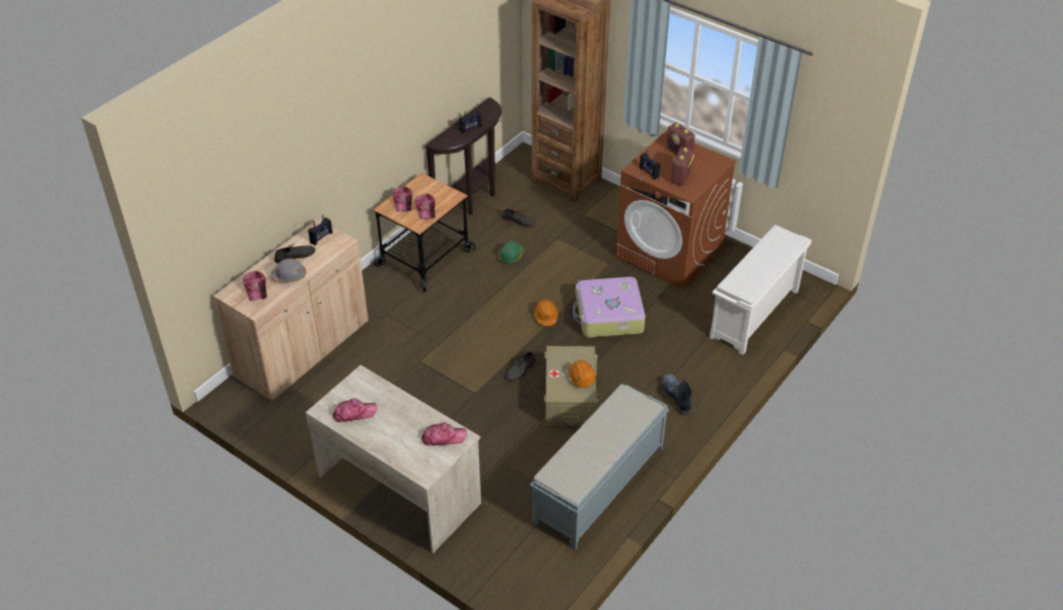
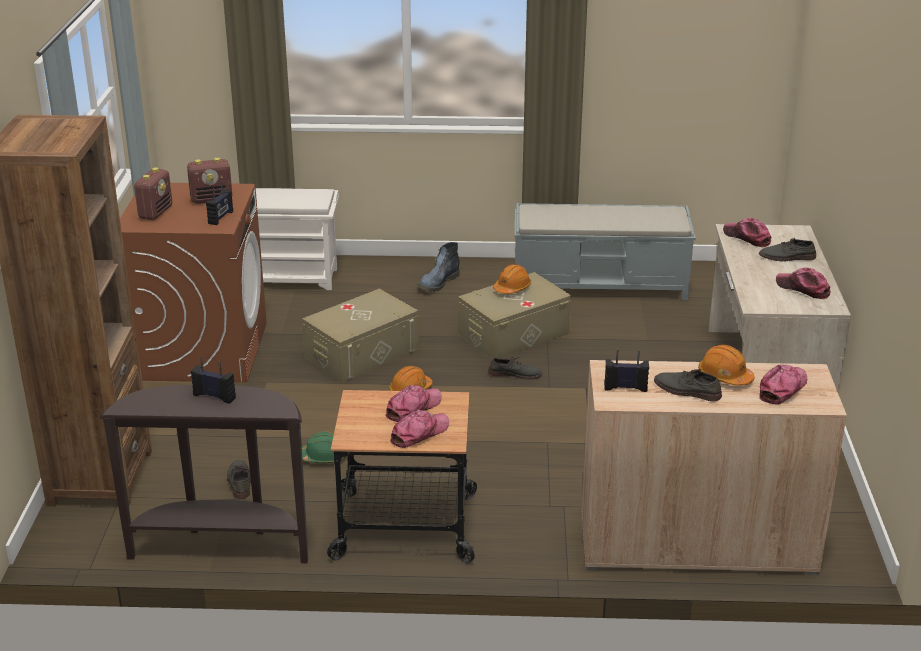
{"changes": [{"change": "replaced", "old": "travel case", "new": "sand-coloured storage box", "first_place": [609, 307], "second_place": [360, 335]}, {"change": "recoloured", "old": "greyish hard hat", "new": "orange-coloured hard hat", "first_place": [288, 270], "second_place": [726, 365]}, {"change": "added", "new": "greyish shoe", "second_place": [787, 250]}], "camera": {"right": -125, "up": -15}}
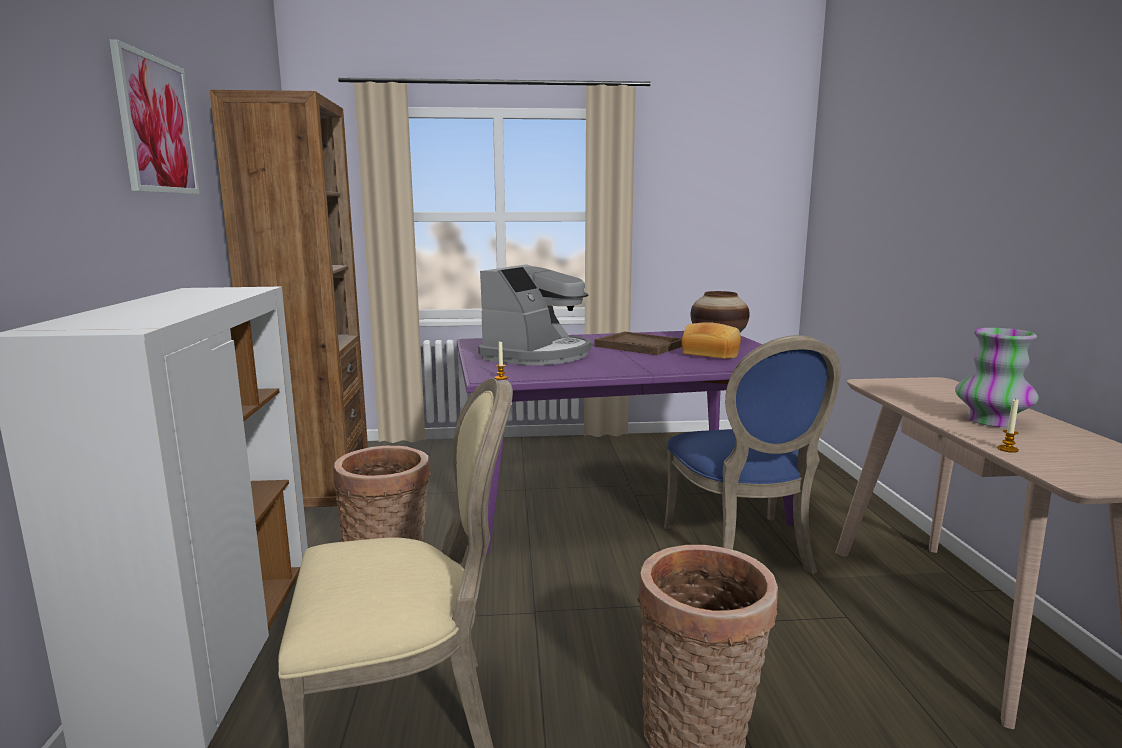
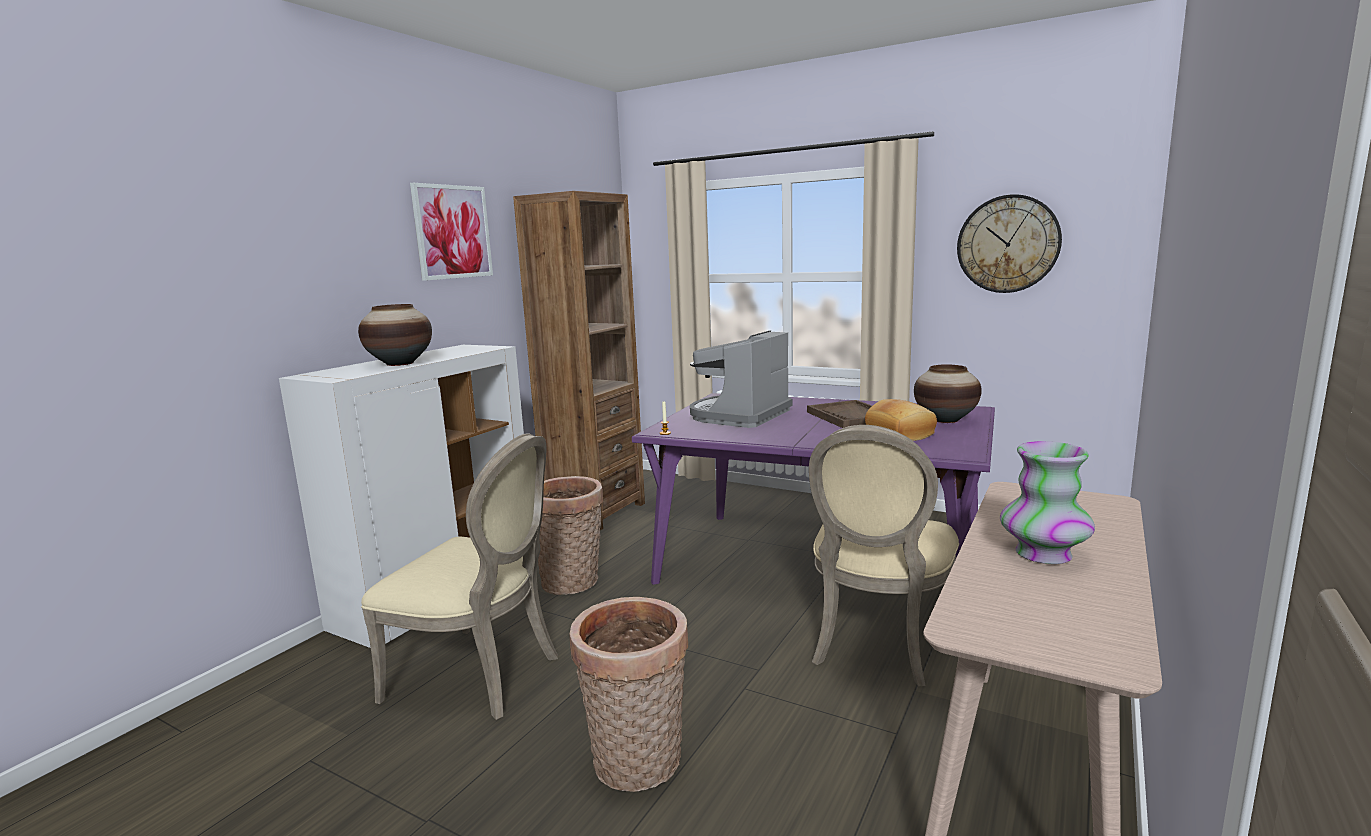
{"changes": [{"change": "added", "new": "decorative vase", "second_place": [395, 335]}, {"change": "turned", "old": "coffee maker", "first_place": [534, 314], "second_place": [741, 379], "degrees": 150}, {"change": "recoloured", "old": "bluish chair", "new": "sand-coloured chair", "first_place": [752, 454], "second_place": [884, 556]}, {"change": "added", "new": "wall clock", "second_place": [1009, 243]}, {"change": "removed", "old": "wax light", "first_place": [1008, 426]}], "camera": {"right": 35, "up": 0}}
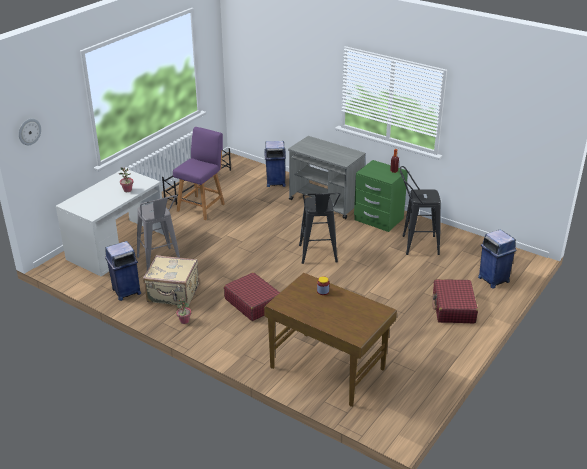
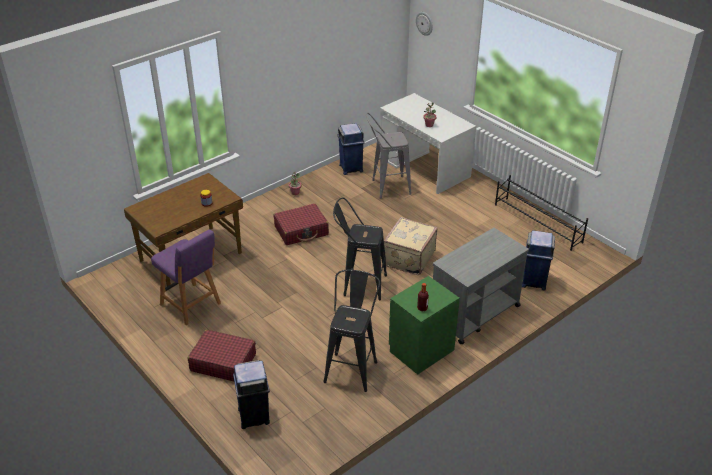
{"changes": [{"change": "moved", "old": "purplish chair", "first_place": [199, 173], "second_place": [186, 277]}, {"change": "moved", "old": "sand-coloured travel case", "first_place": [171, 280], "second_place": [411, 246]}], "camera": {"right": 105, "up": 5}}
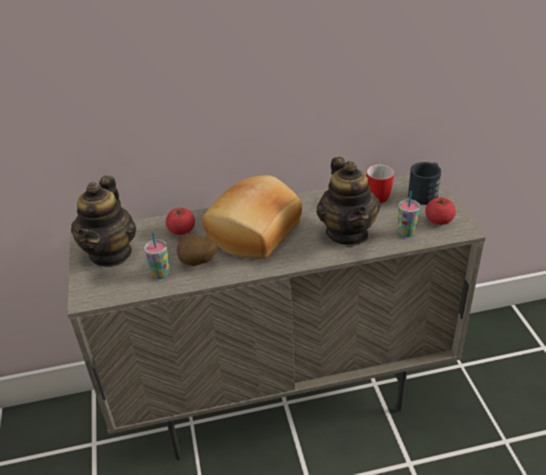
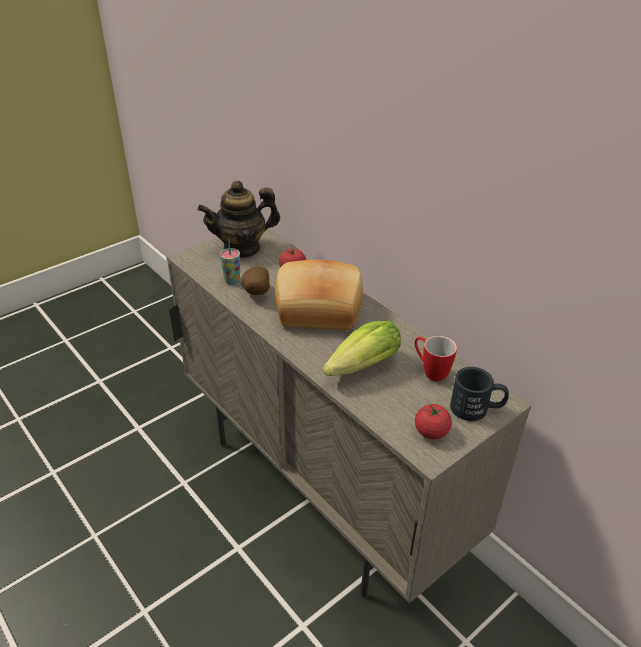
{"changes": [{"change": "replaced", "old": "pot for tea", "new": "head of lettuce", "first_place": [348, 201], "second_place": [362, 348]}, {"change": "removed", "old": "drinking cup", "first_place": [409, 214]}], "camera": {"right": 60, "up": 0}}
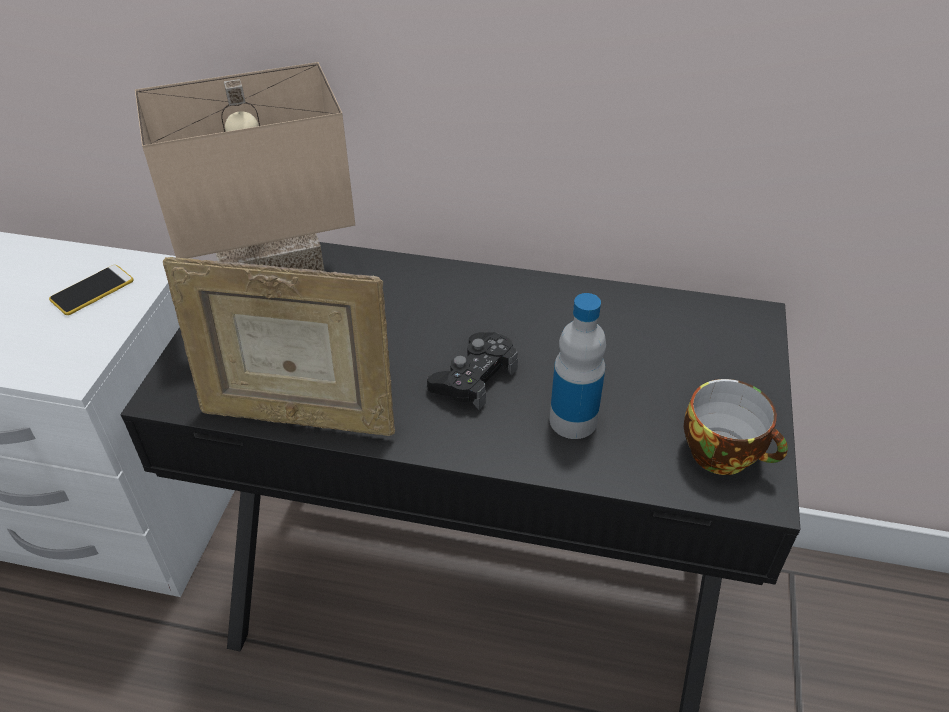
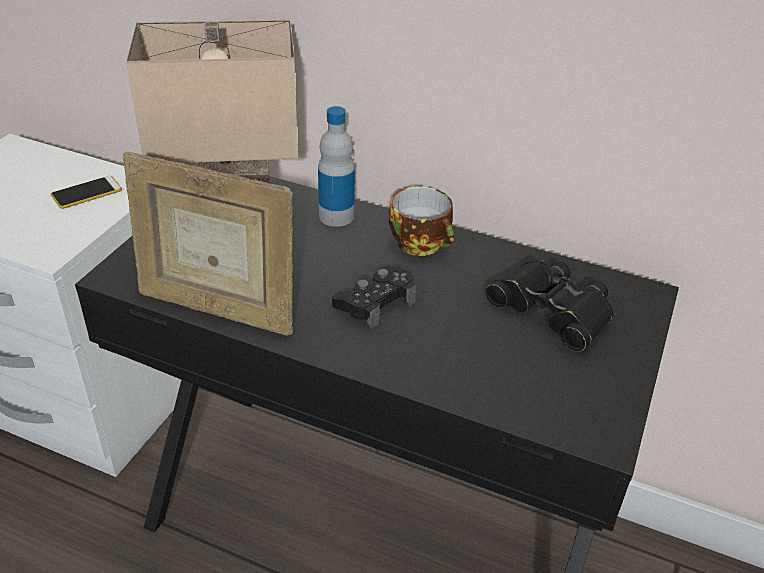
{"changes": [{"change": "moved", "old": "beverage bottle", "first_place": [578, 366], "second_place": [336, 166]}, {"change": "moved", "old": "drinking cup", "first_place": [736, 427], "second_place": [421, 221]}, {"change": "added", "new": "black pair of binoculars", "second_place": [550, 306]}], "camera": {"right": 10, "up": -5}}
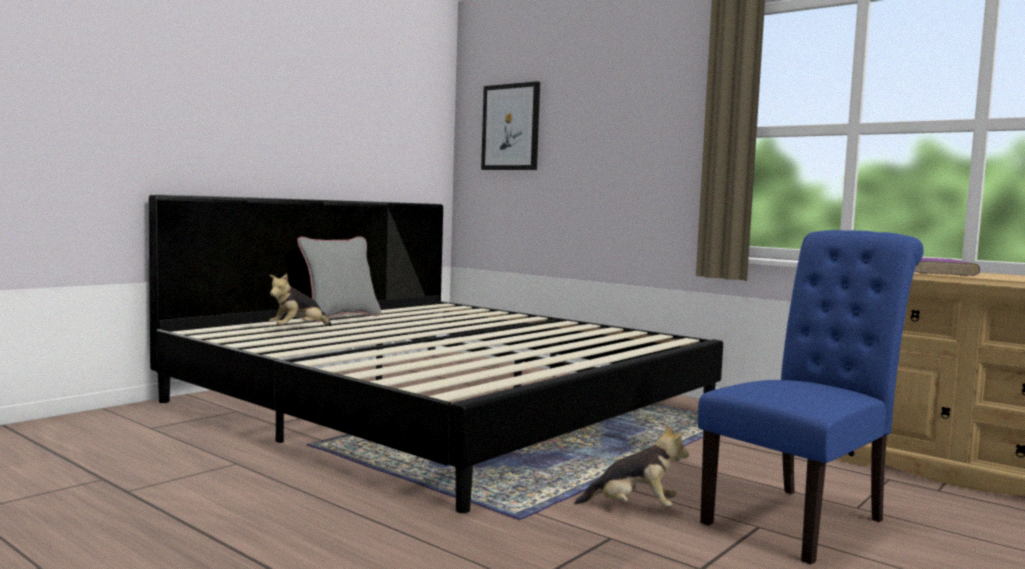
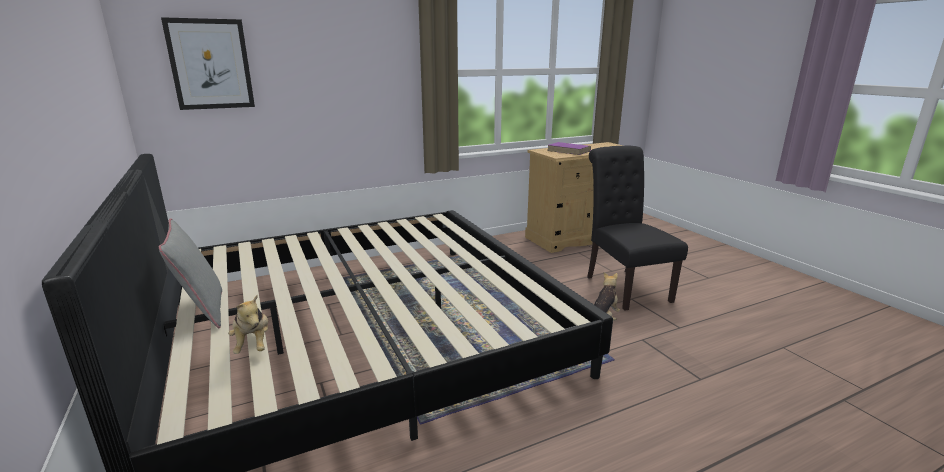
{"changes": [{"change": "recoloured", "old": "bluish chair", "new": "black chair", "first_place": [811, 397], "second_place": [637, 228]}], "camera": {"right": -65, "up": 15}}
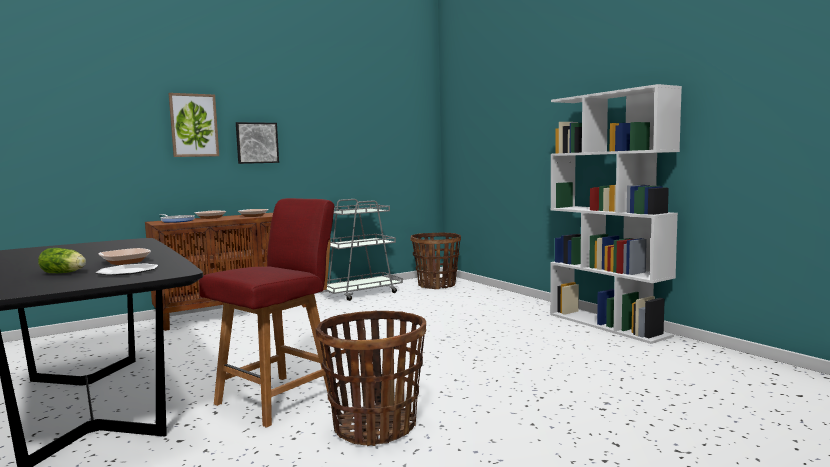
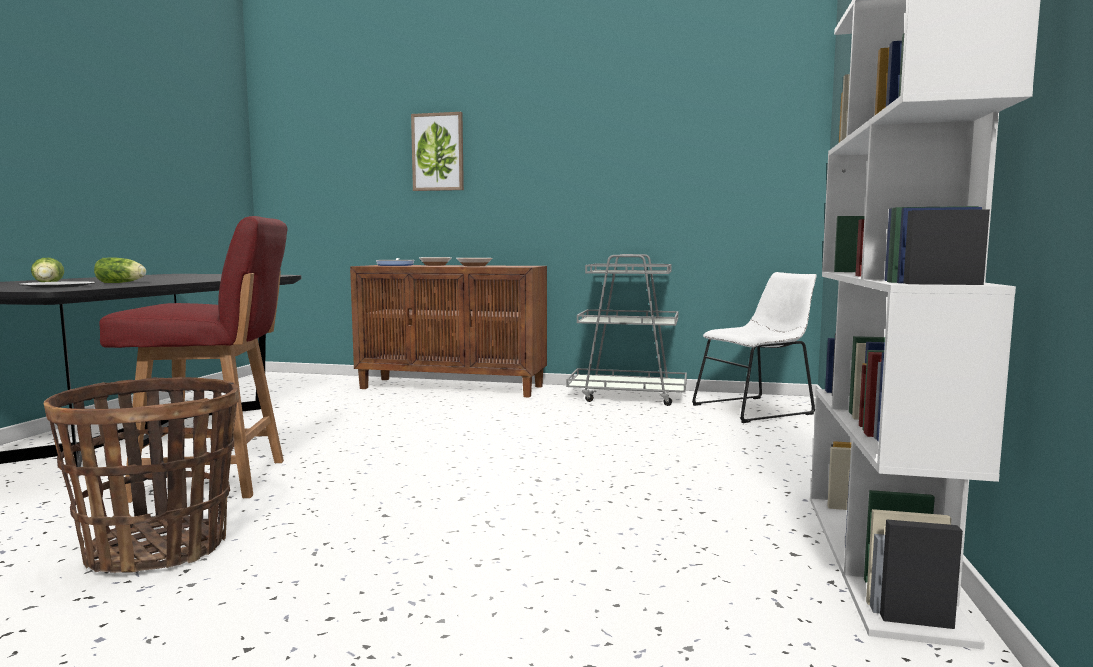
{"changes": [{"change": "replaced", "old": "deep dish", "new": "head of lettuce", "first_place": [125, 256], "second_place": [120, 270]}, {"change": "replaced", "old": "basket", "new": "white chair", "first_place": [435, 261], "second_place": [754, 347]}, {"change": "removed", "old": "wall picture", "first_place": [257, 143]}], "camera": {"right": 45, "up": 0}}
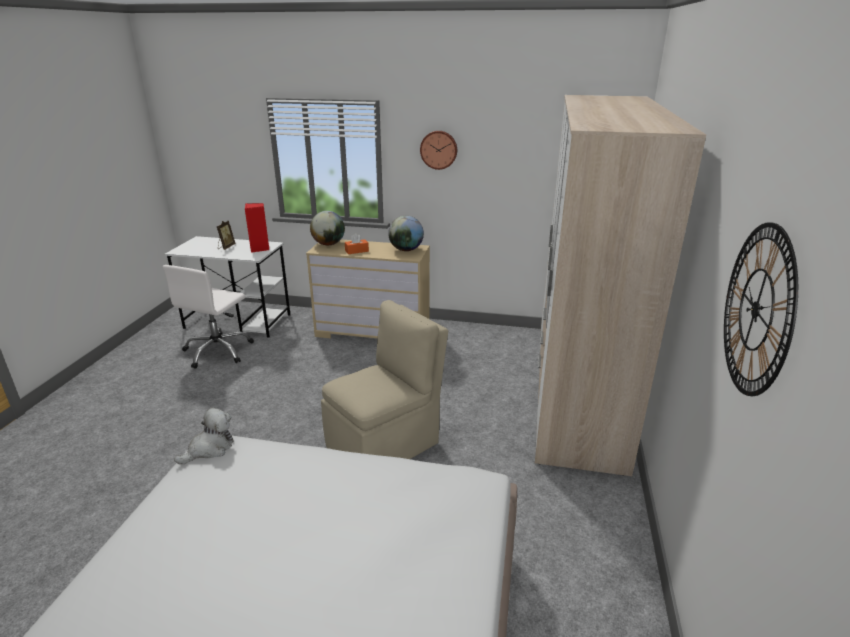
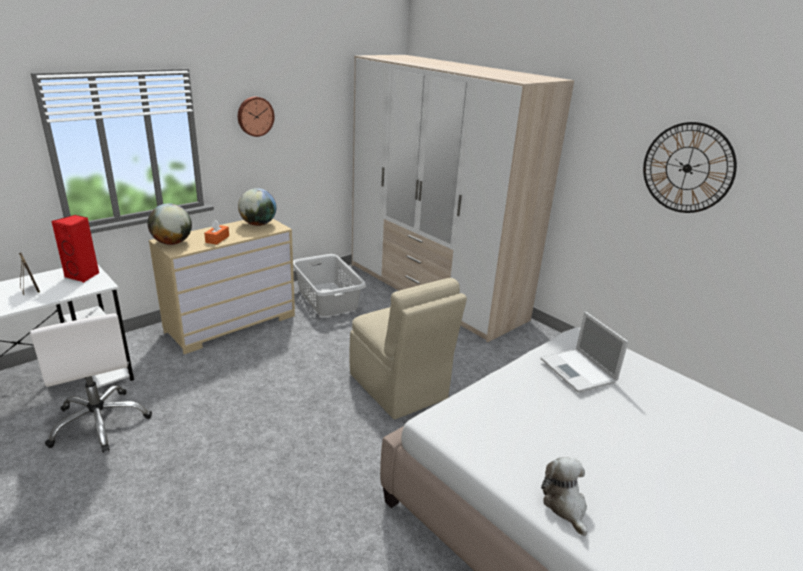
{"changes": [{"change": "added", "new": "greyish washing basket", "second_place": [329, 285]}, {"change": "turned", "old": "sand-coloured chair", "first_place": [384, 379], "second_place": [408, 348], "degrees": 150}, {"change": "added", "new": "notebook computer", "second_place": [584, 352]}, {"change": "moved", "old": "plush toy", "first_place": [203, 435], "second_place": [564, 496]}], "camera": {"right": -55, "up": 0}}
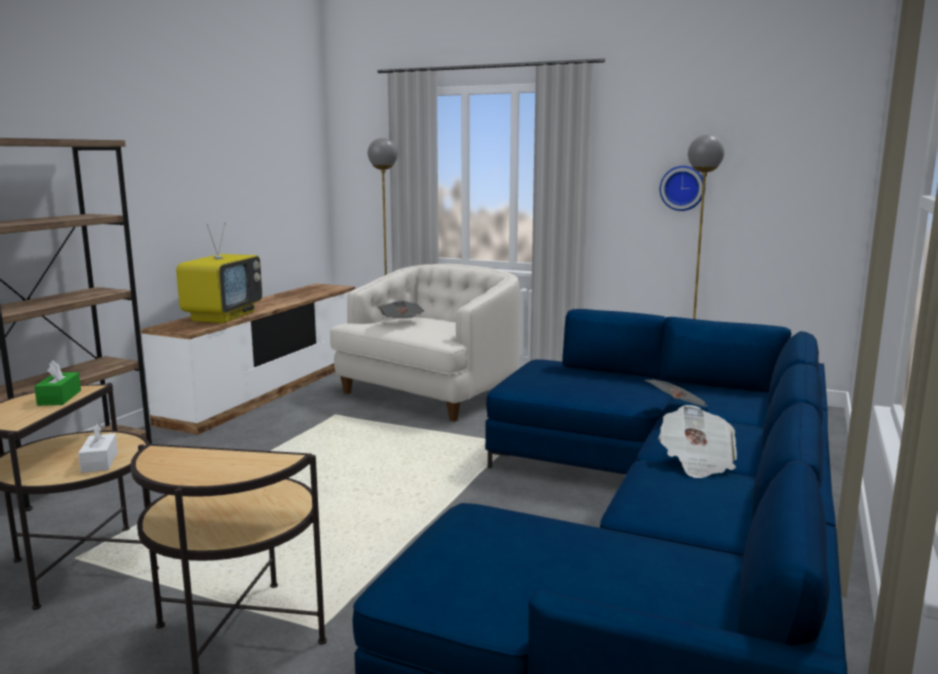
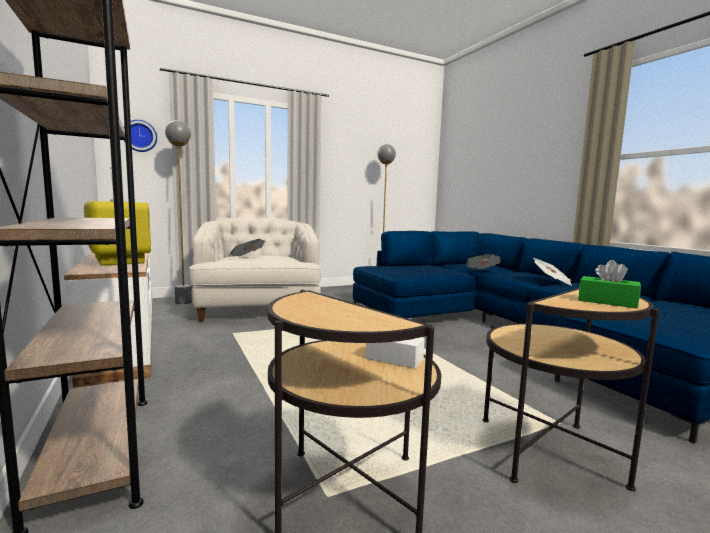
{"changes": [{"change": "moved", "old": "wall clock", "first_place": [681, 188], "second_place": [140, 136]}, {"change": "moved", "old": "green tissue box", "first_place": [57, 383], "second_place": [609, 284]}], "camera": {"right": -50, "up": -5}}
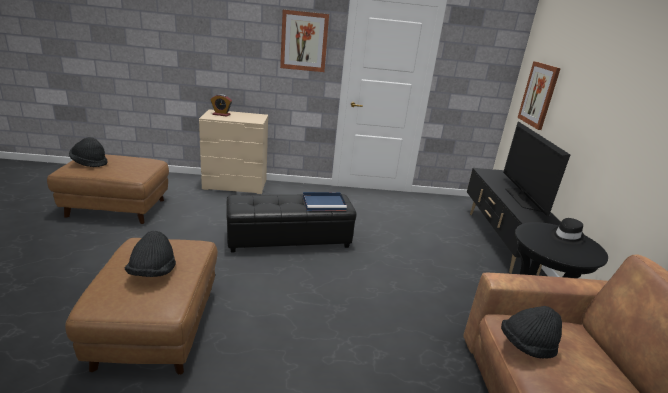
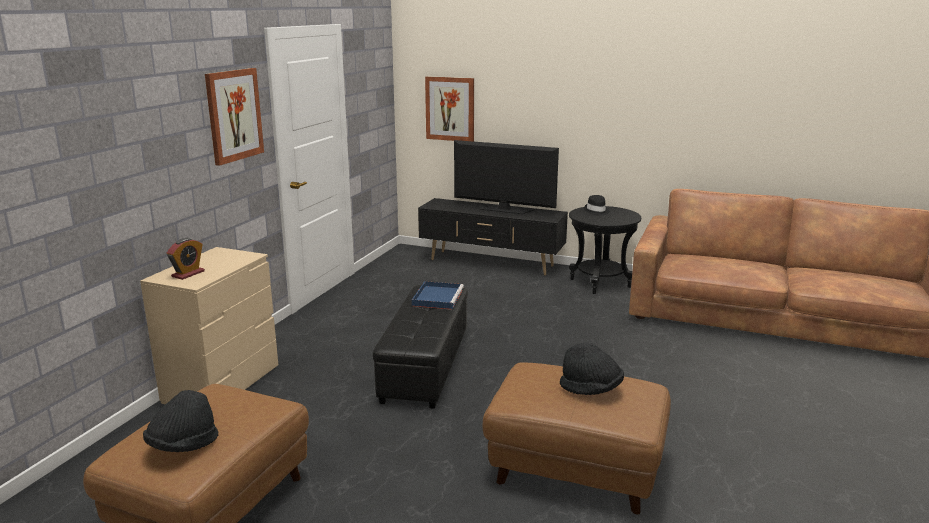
{"changes": [{"change": "removed", "old": "black hat", "first_place": [531, 332]}], "camera": {"right": -65, "up": -5}}
